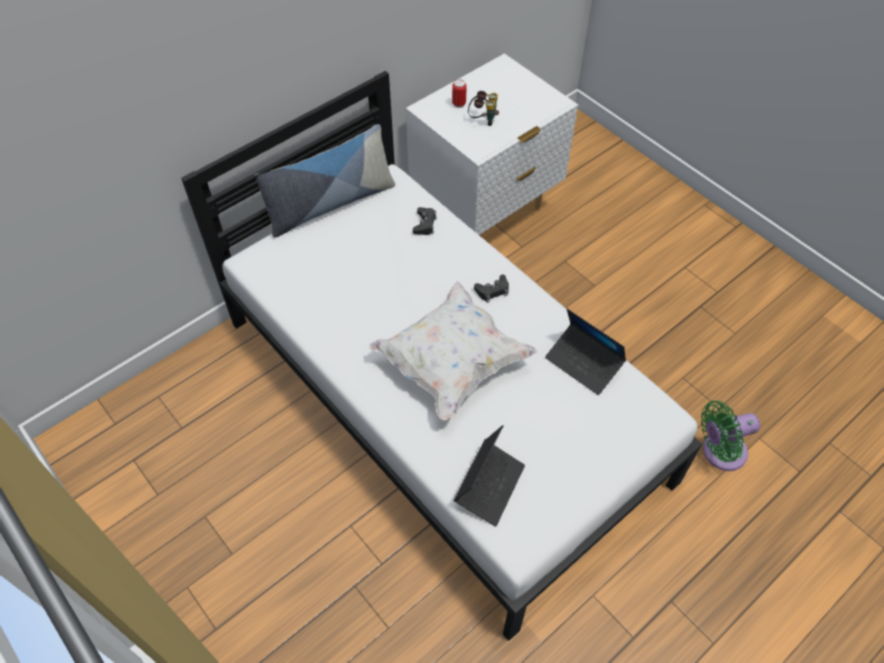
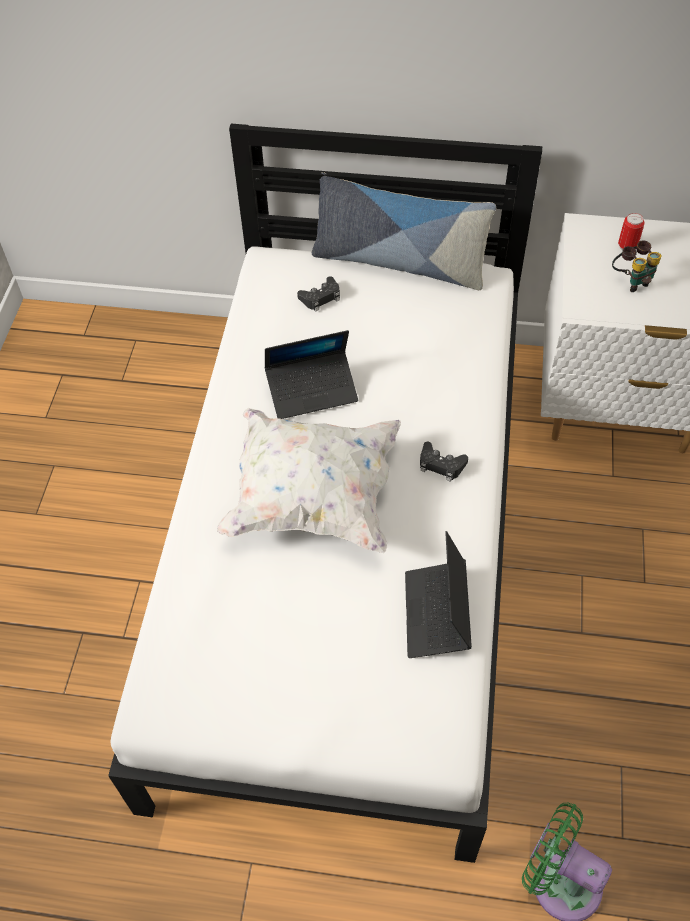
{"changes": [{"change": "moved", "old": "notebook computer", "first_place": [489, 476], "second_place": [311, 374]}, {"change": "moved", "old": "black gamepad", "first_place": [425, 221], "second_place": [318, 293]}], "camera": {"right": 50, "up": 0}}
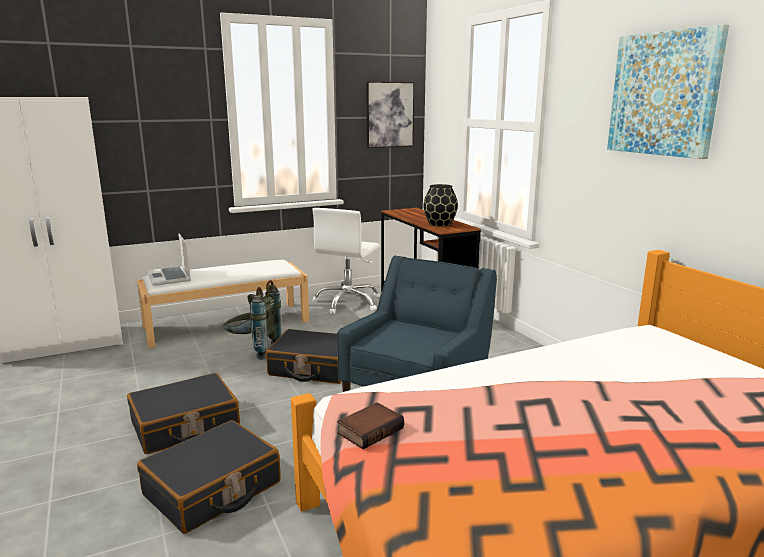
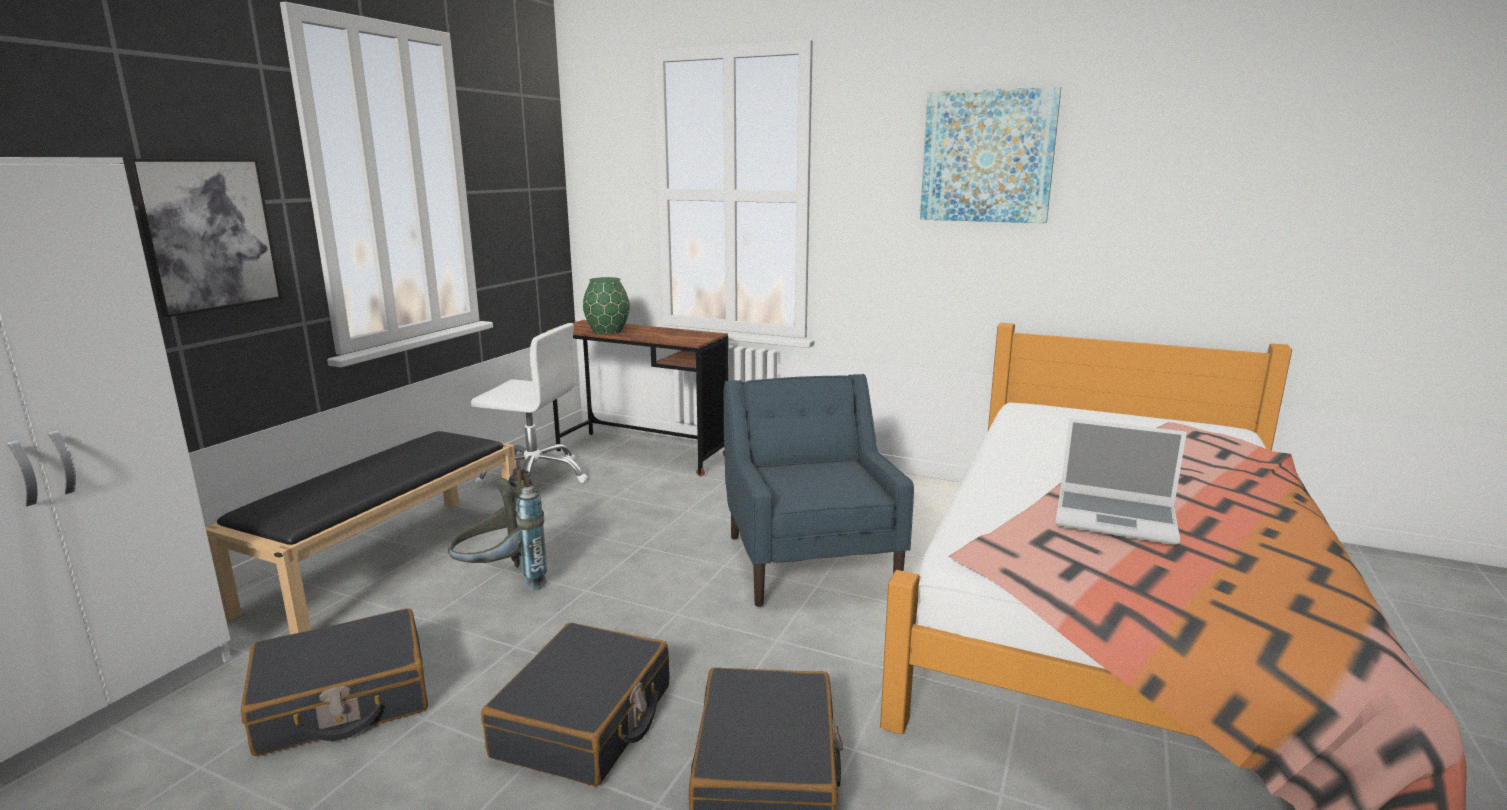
{"changes": [{"change": "moved", "old": "wall picture", "first_place": [390, 114], "second_place": [204, 238]}, {"change": "recoloured", "old": "white indoor bench", "new": "black indoor bench", "first_place": [223, 304], "second_place": [360, 532]}, {"change": "moved", "old": "black travel case", "first_place": [304, 356], "second_place": [334, 682]}, {"change": "turned", "old": "white desk chair", "first_place": [346, 261], "second_place": [529, 404], "degrees": -60}, {"change": "added", "new": "green decorative vase", "second_place": [606, 305]}, {"change": "moved", "old": "notebook computer", "first_place": [169, 260], "second_place": [1121, 481]}, {"change": "removed", "old": "bound book", "first_place": [370, 426]}, {"change": "removed", "old": "black decorative vase", "first_place": [440, 205]}], "camera": {"right": -40, "up": 0}}
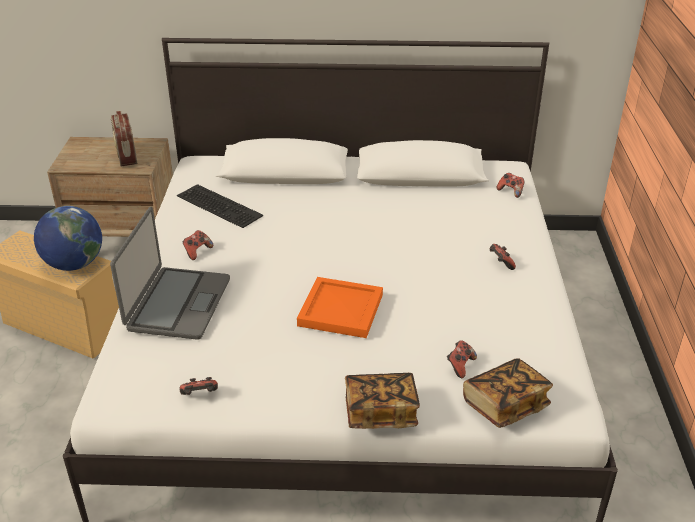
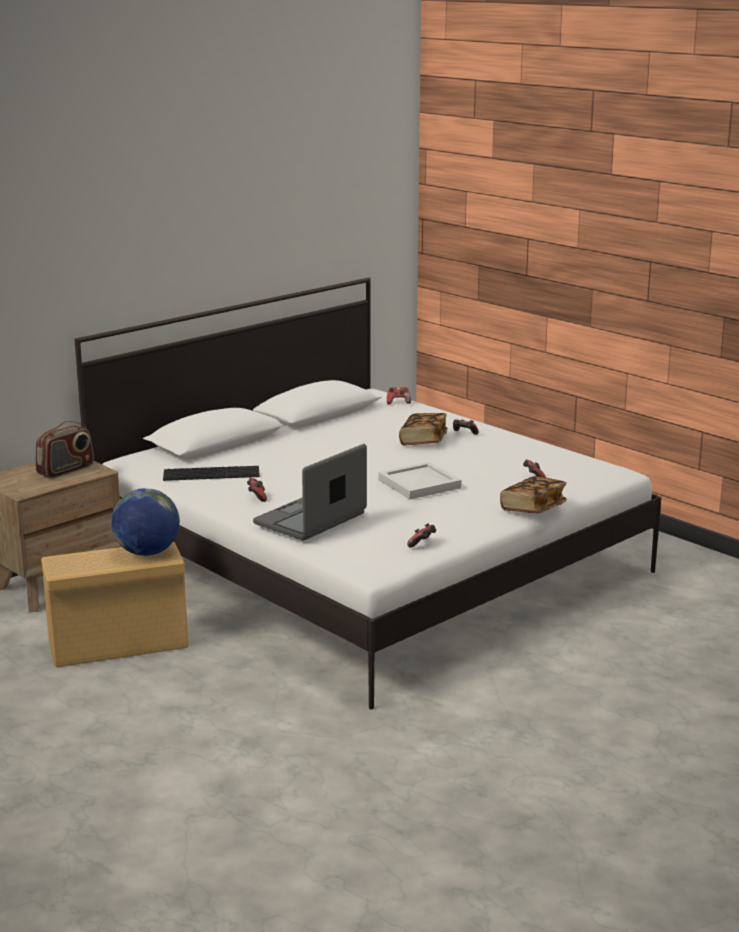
{"changes": [{"change": "turned", "old": "radio receiver", "first_place": [124, 138], "second_place": [64, 449], "degrees": -75}, {"change": "turned", "old": "notebook computer", "first_place": [170, 273], "second_place": [310, 492], "degrees": -105}, {"change": "recoloured", "old": "orange-coloured serving tray", "new": "white serving tray", "first_place": [340, 307], "second_place": [420, 480]}, {"change": "moved", "old": "bound book", "first_place": [508, 393], "second_place": [423, 429]}], "camera": {"right": -45, "up": -15}}
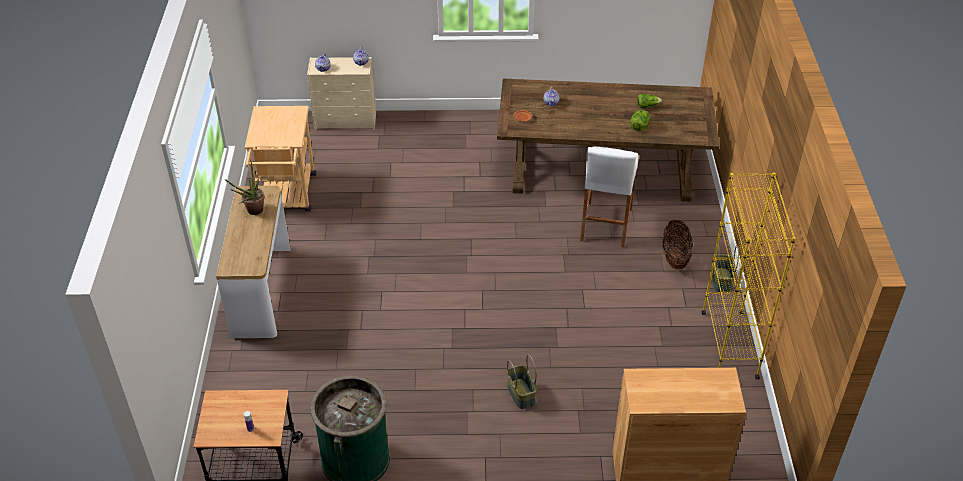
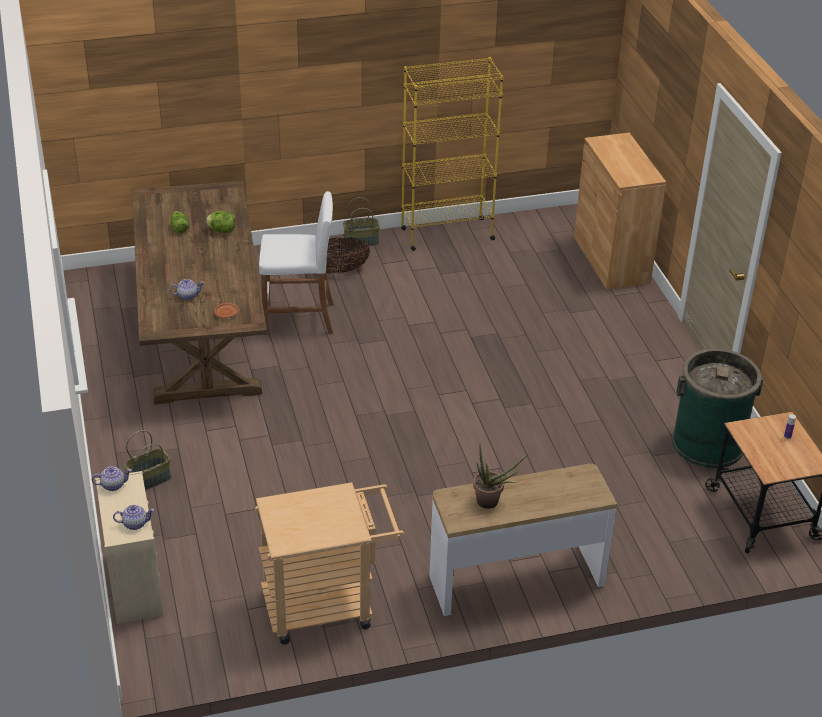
{"changes": [{"change": "moved", "old": "basket", "first_place": [522, 382], "second_place": [147, 460]}], "camera": {"right": -105, "up": -5}}
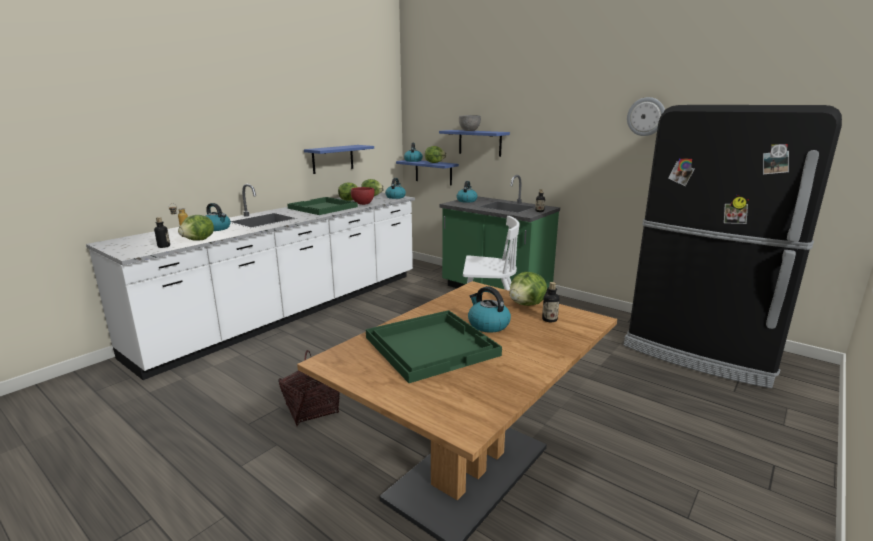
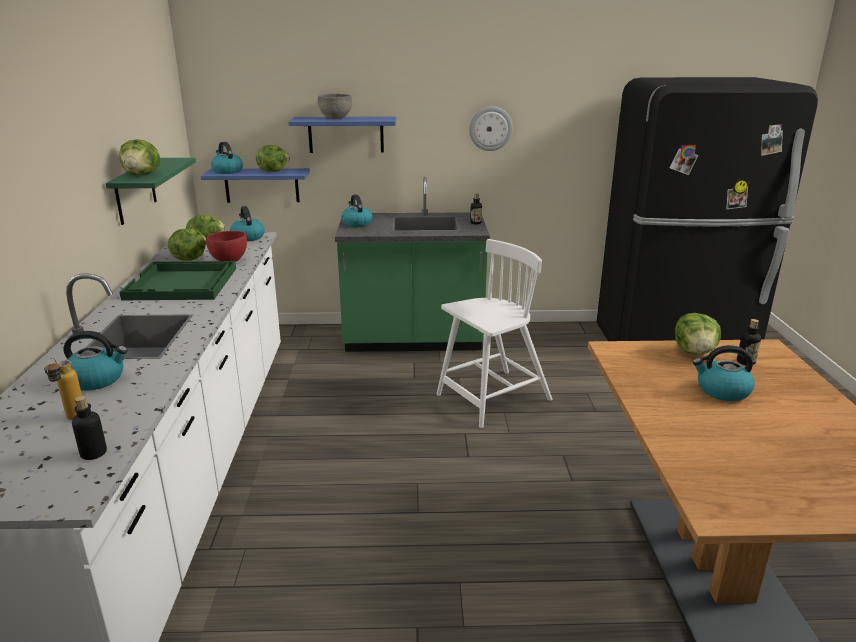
{"changes": [{"change": "recoloured", "old": "bluish shelf", "new": "green shelf", "first_place": [339, 159], "second_place": [150, 191]}, {"change": "moved", "old": "head of lettuce", "first_place": [196, 227], "second_place": [139, 157]}, {"change": "moved", "old": "wall clock", "first_place": [646, 116], "second_place": [491, 128]}, {"change": "removed", "old": "basket", "first_place": [309, 388]}, {"change": "removed", "old": "green serving tray", "first_place": [434, 346]}], "camera": {"right": -40, "up": 5}}
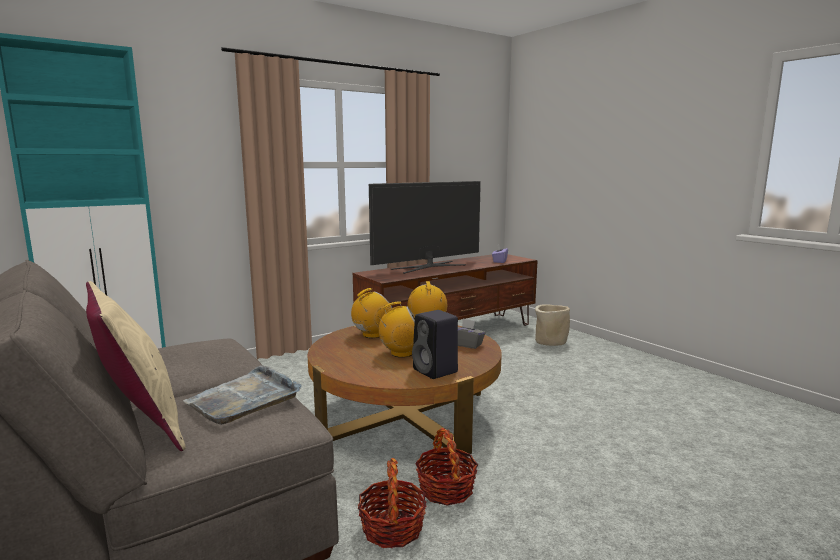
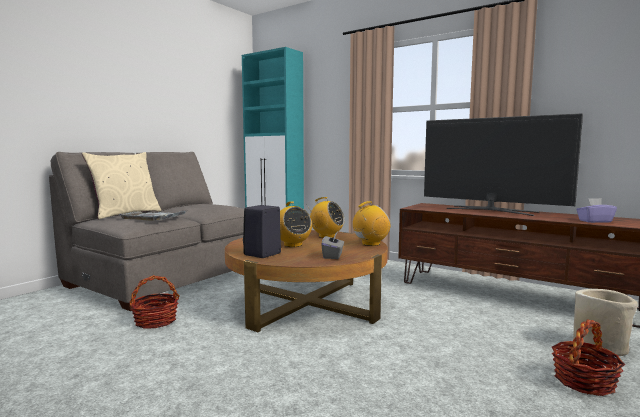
{"changes": [{"change": "moved", "old": "basket", "first_place": [446, 466], "second_place": [588, 357]}], "camera": {"right": 70, "up": -5}}
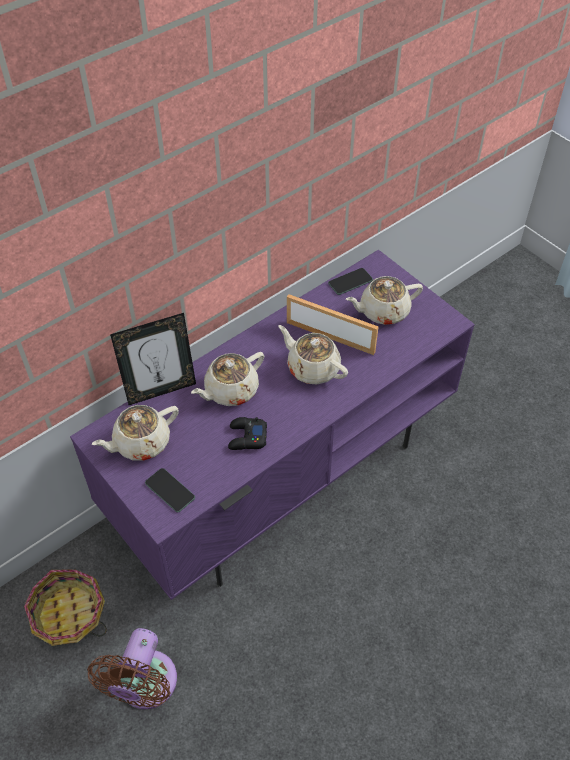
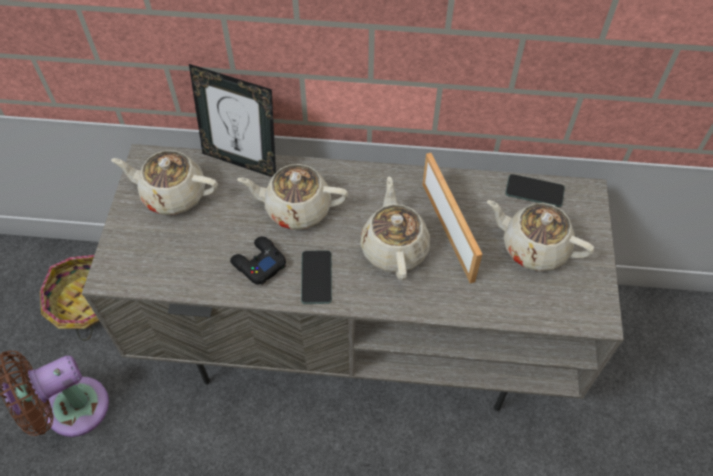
{"changes": [{"change": "recoloured", "old": "purplish tv stand", "new": "greyish tv stand", "first_place": [272, 425], "second_place": [353, 277]}, {"change": "moved", "old": "phone", "first_place": [170, 490], "second_place": [316, 277]}], "camera": {"right": 45, "up": 5}}
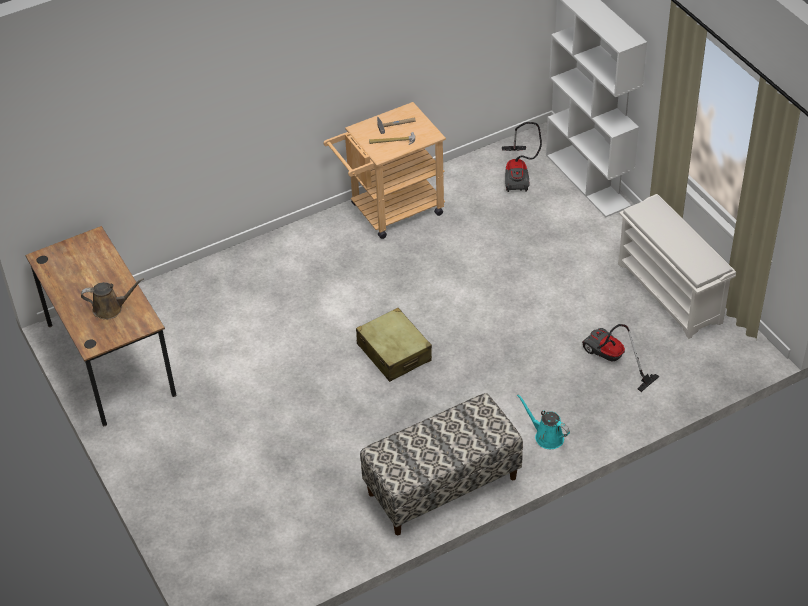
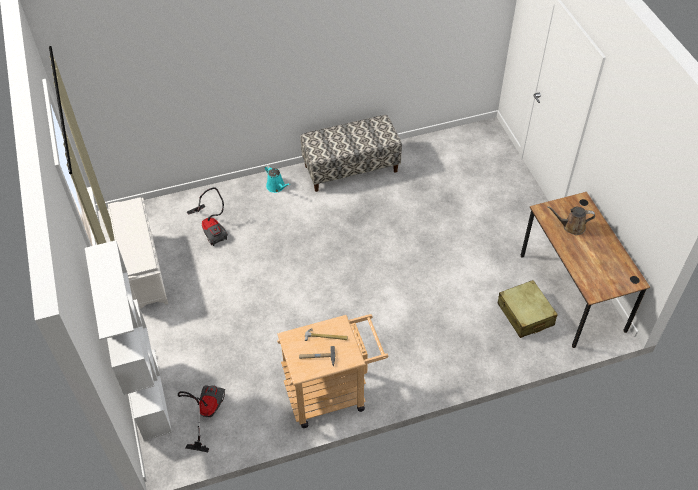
{"changes": [{"change": "moved", "old": "sand-coloured travel case", "first_place": [394, 345], "second_place": [527, 309]}], "camera": {"right": -170, "up": 5}}
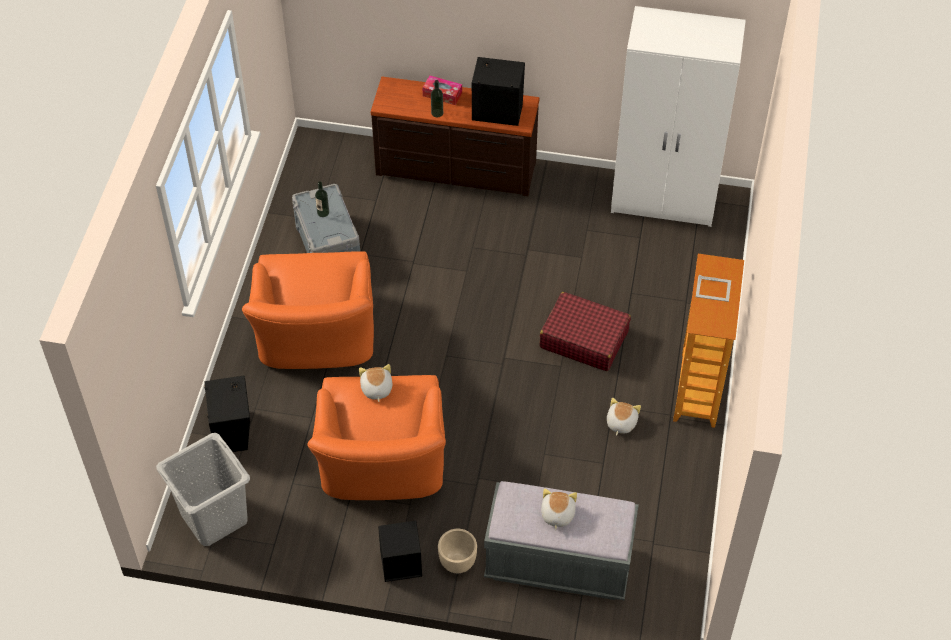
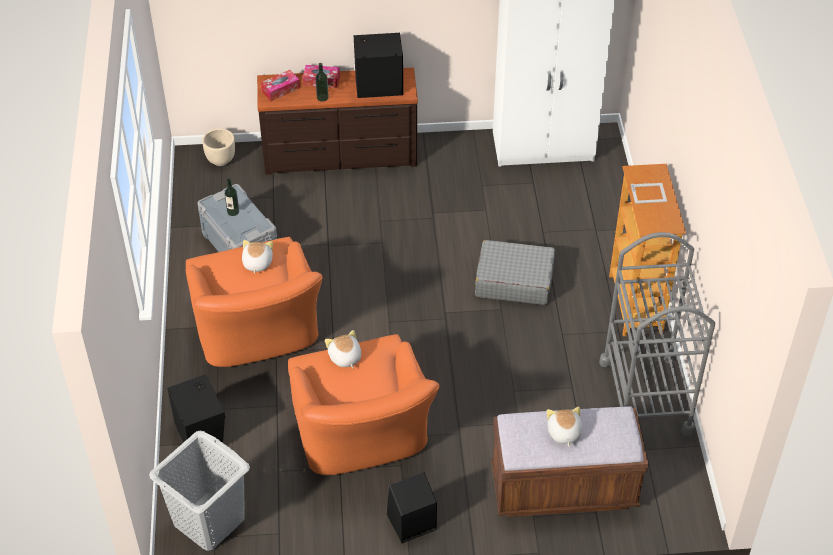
{"changes": [{"change": "moved", "old": "sand-coloured planter", "first_place": [457, 551], "second_place": [218, 147]}, {"change": "moved", "old": "plush toy", "first_place": [624, 417], "second_place": [257, 257]}, {"change": "added", "new": "tissue box", "second_place": [280, 85]}, {"change": "recoloured", "old": "red travel case", "new": "greyish travel case", "first_place": [585, 331], "second_place": [515, 272]}, {"change": "recoloured", "old": "greyish indoor bench", "new": "brownish indoor bench", "first_place": [561, 540], "second_place": [569, 461]}, {"change": "added", "new": "greyish trolley", "second_place": [657, 334]}], "camera": {"right": -15, "up": -5}}
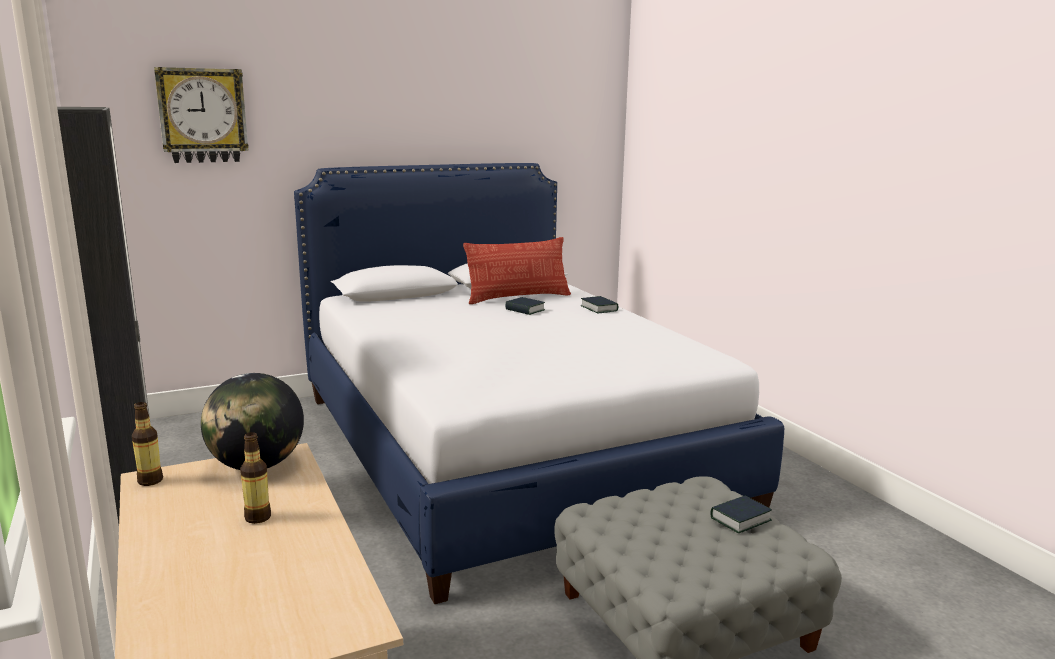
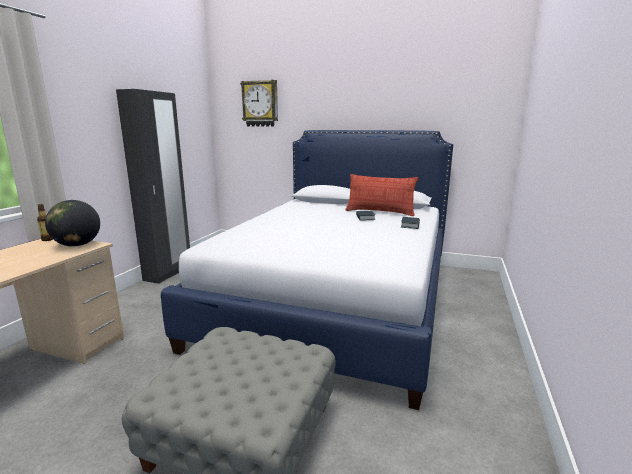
{"changes": [{"change": "removed", "old": "beverage bottle", "first_place": [255, 478]}, {"change": "removed", "old": "bound book", "first_place": [741, 514]}], "camera": {"right": 45, "up": 0}}
